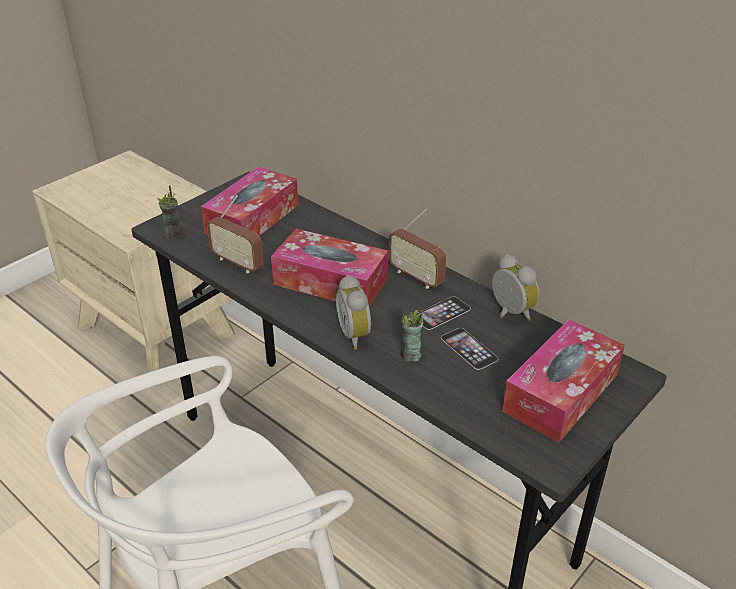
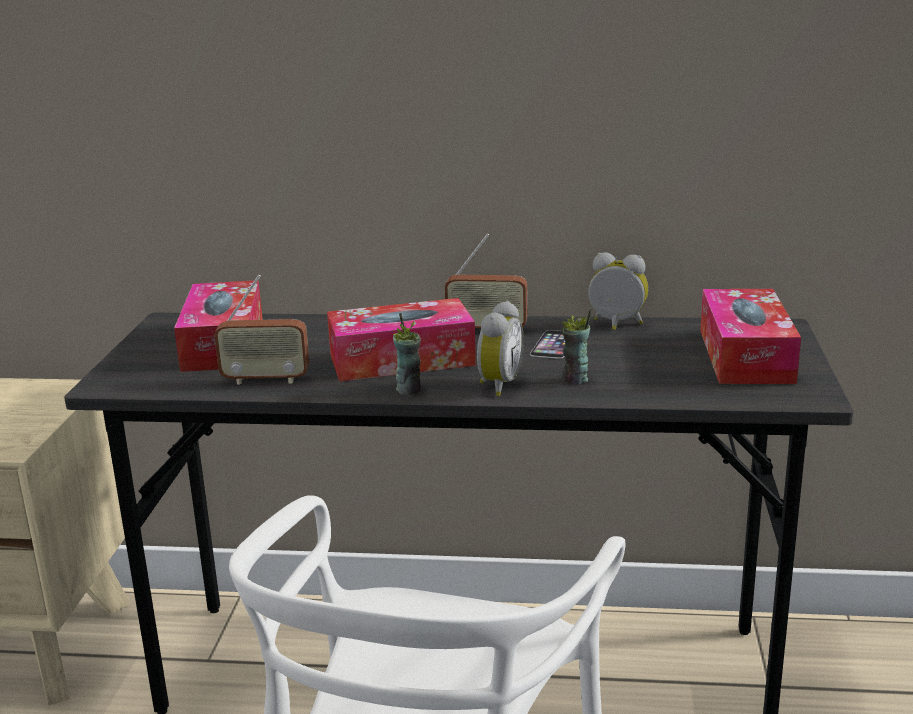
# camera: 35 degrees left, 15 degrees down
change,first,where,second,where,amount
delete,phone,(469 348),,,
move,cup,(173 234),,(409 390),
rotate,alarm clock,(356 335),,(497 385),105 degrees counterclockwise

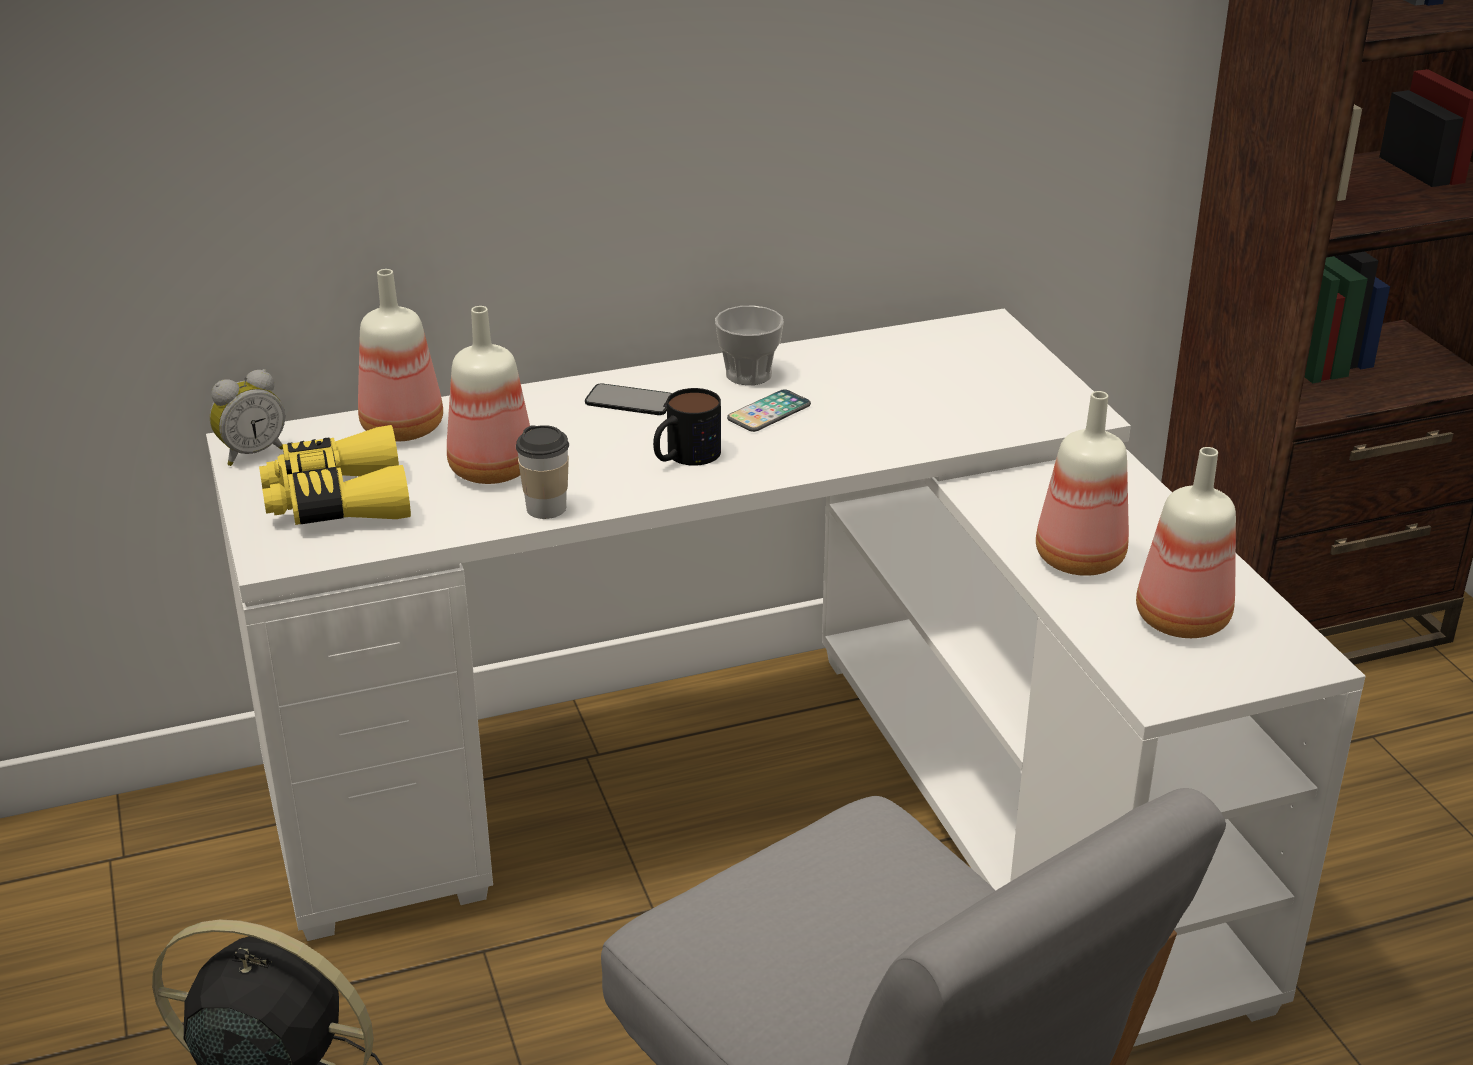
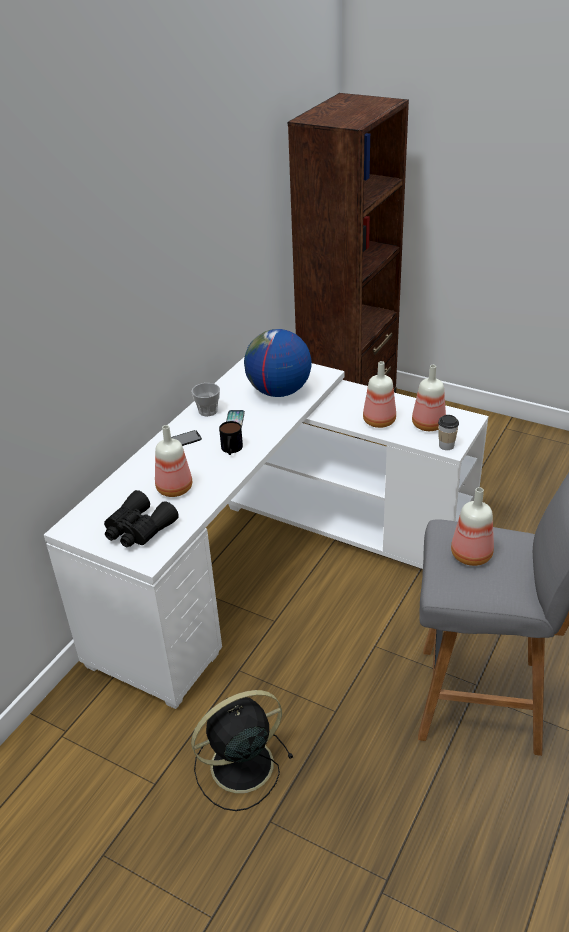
# camera: 40 degrees left, 5 degrees up
change,first,where,second,where,amount
delete,alarm clock,(251 453),,,
insert,,,globe,(279 391),
move,bottle,(403 427),,(470 554),
move,cup,(546 508),,(446 445),
recolor,yellow binoculars,(337 502),black binoculars,(138 530),

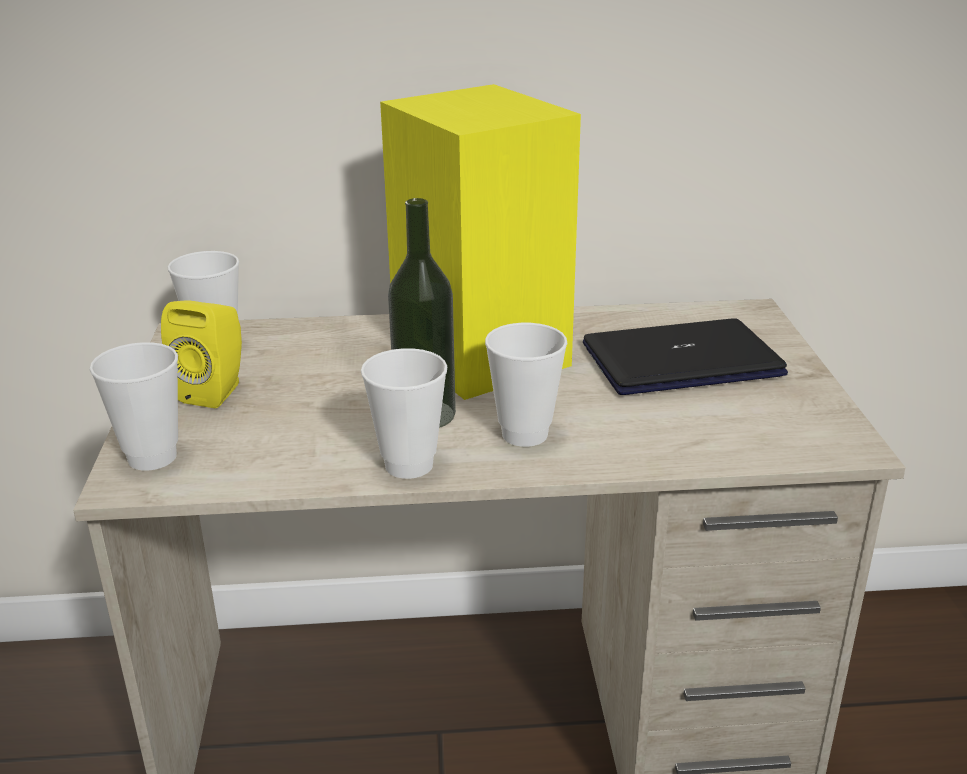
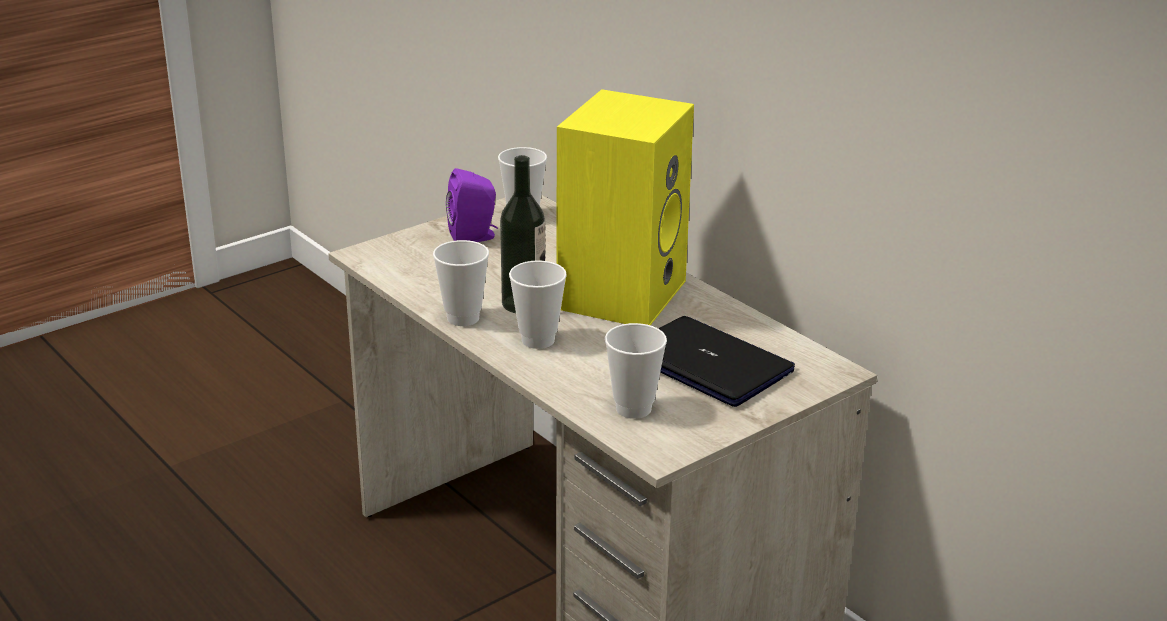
# camera: 55 degrees right, 0 degrees up
change,first,where,second,where,amount
move,cup,(152 457),,(633 409),
recolor,yellow speaker,(215 391),purple speaker,(474 237),

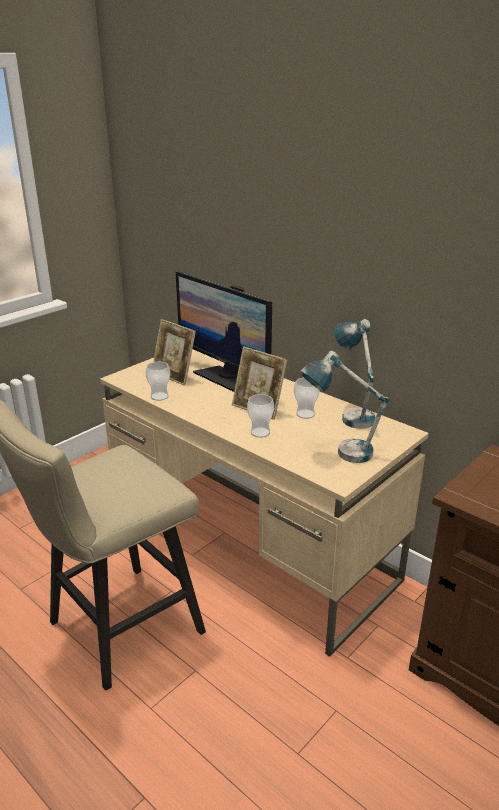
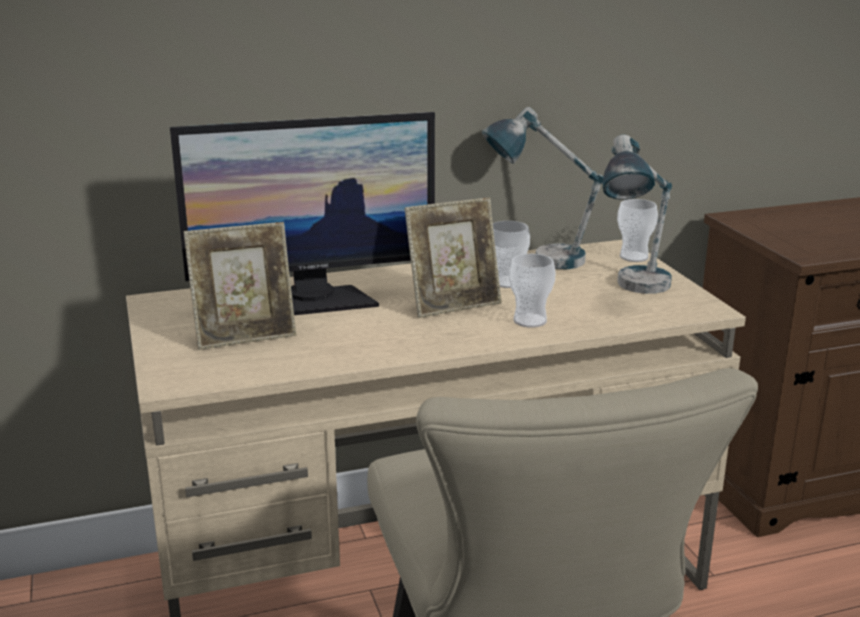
# camera: 60 degrees left, 5 degrees down
change,first,where,second,where,amount
move,cup,(159 396),,(634 257),

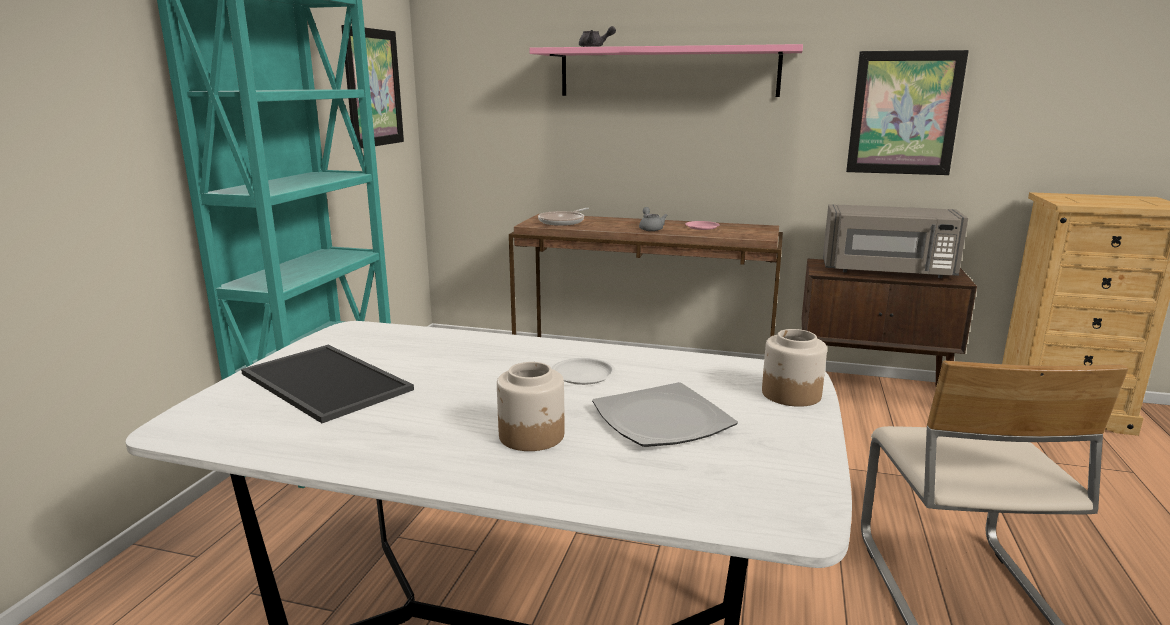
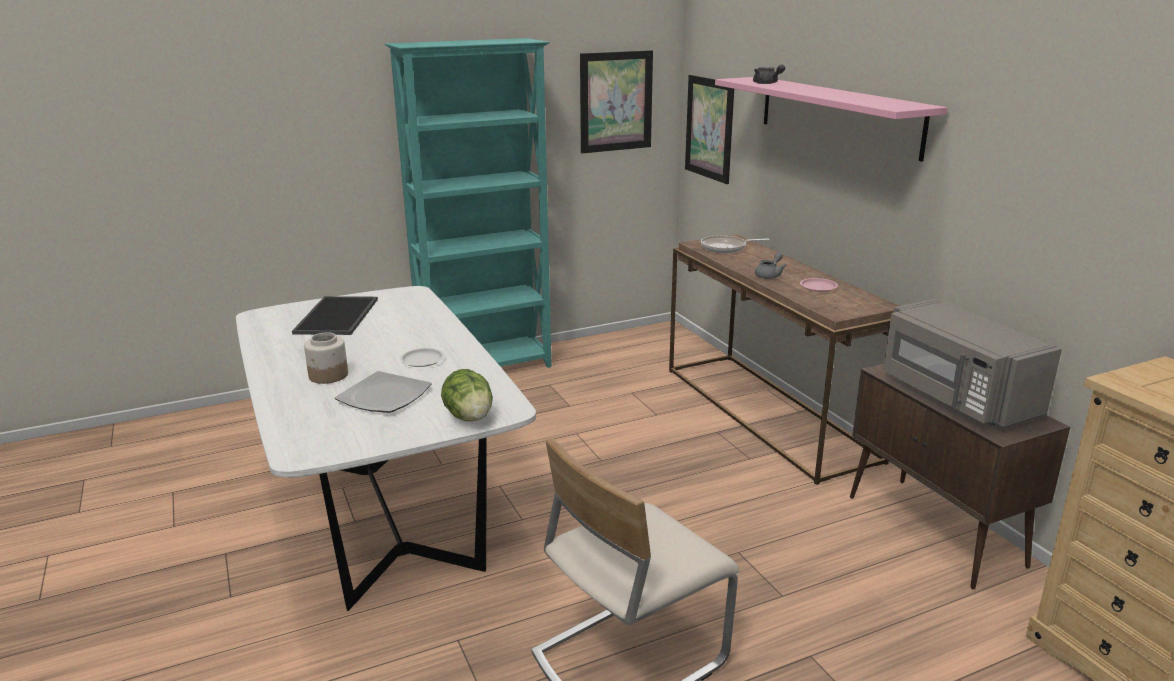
# camera: 50 degrees right, 5 degrees up
change,first,where,second,where,amount
move,picture,(904 113),,(709 128),
replace,jar,(790 394),lettuce,(469 417),

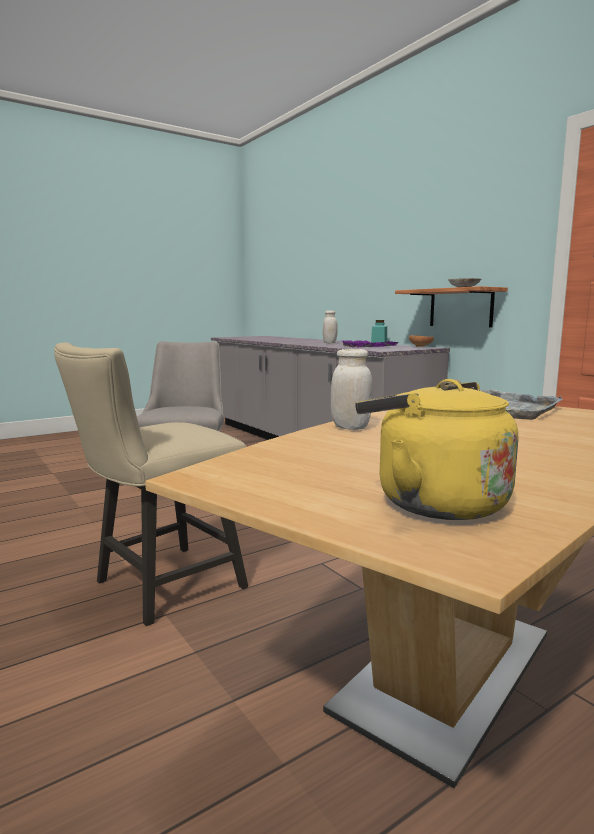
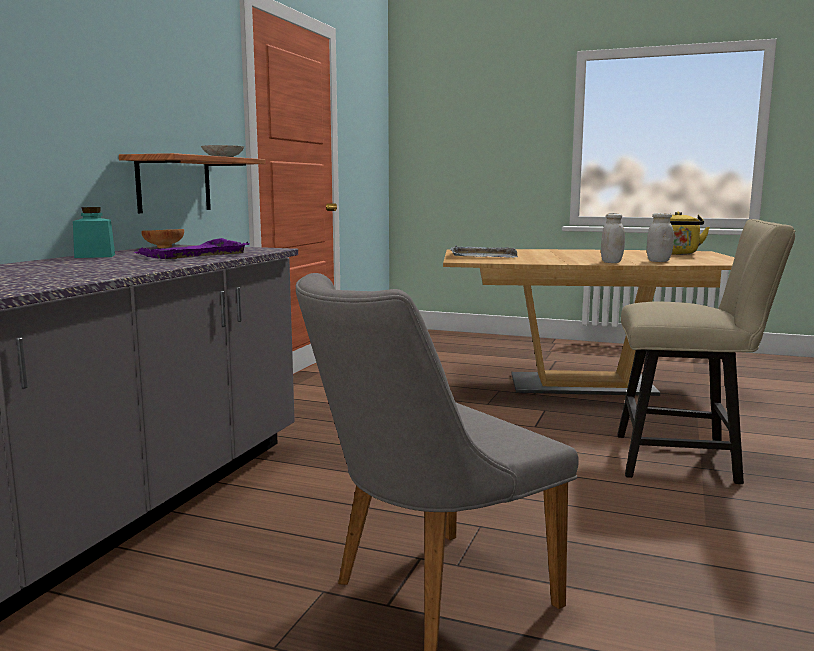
# camera: 125 degrees left, 0 degrees up
change,first,where,second,where,amount
move,white jar,(330 343),,(658 261),

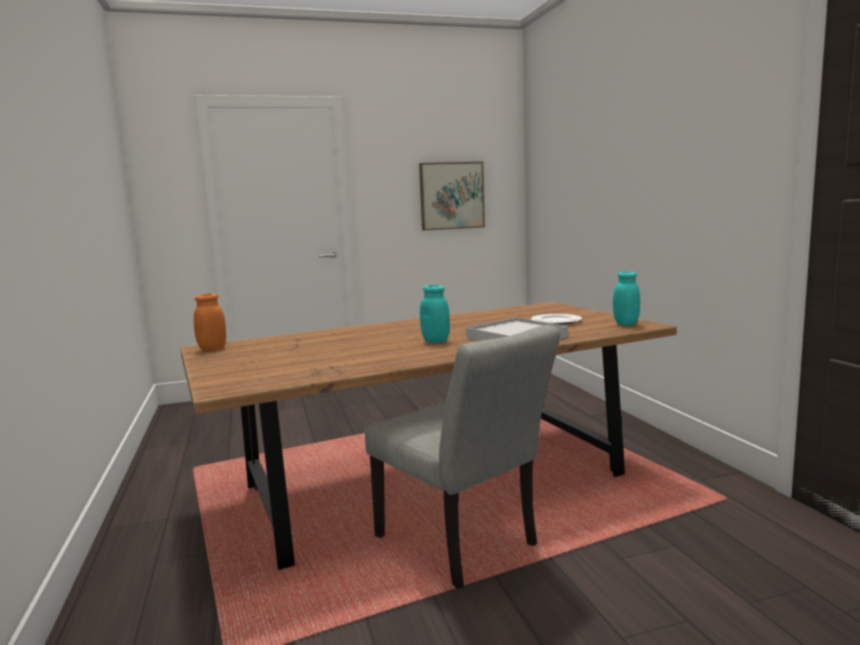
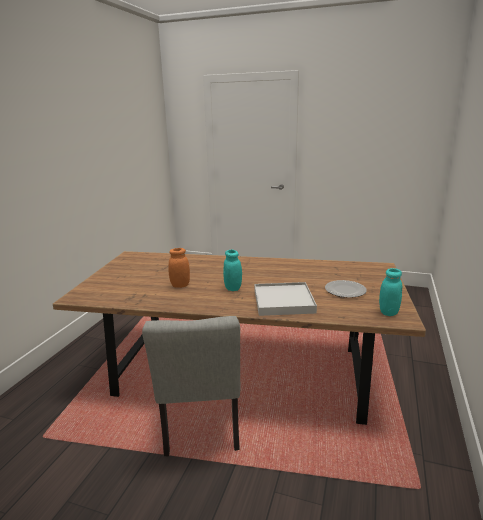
# camera: 35 degrees right, 10 degrees up
change,first,where,second,where,amount
delete,picture,(451 196),,,
move,orange jar,(212 349),,(180 285),

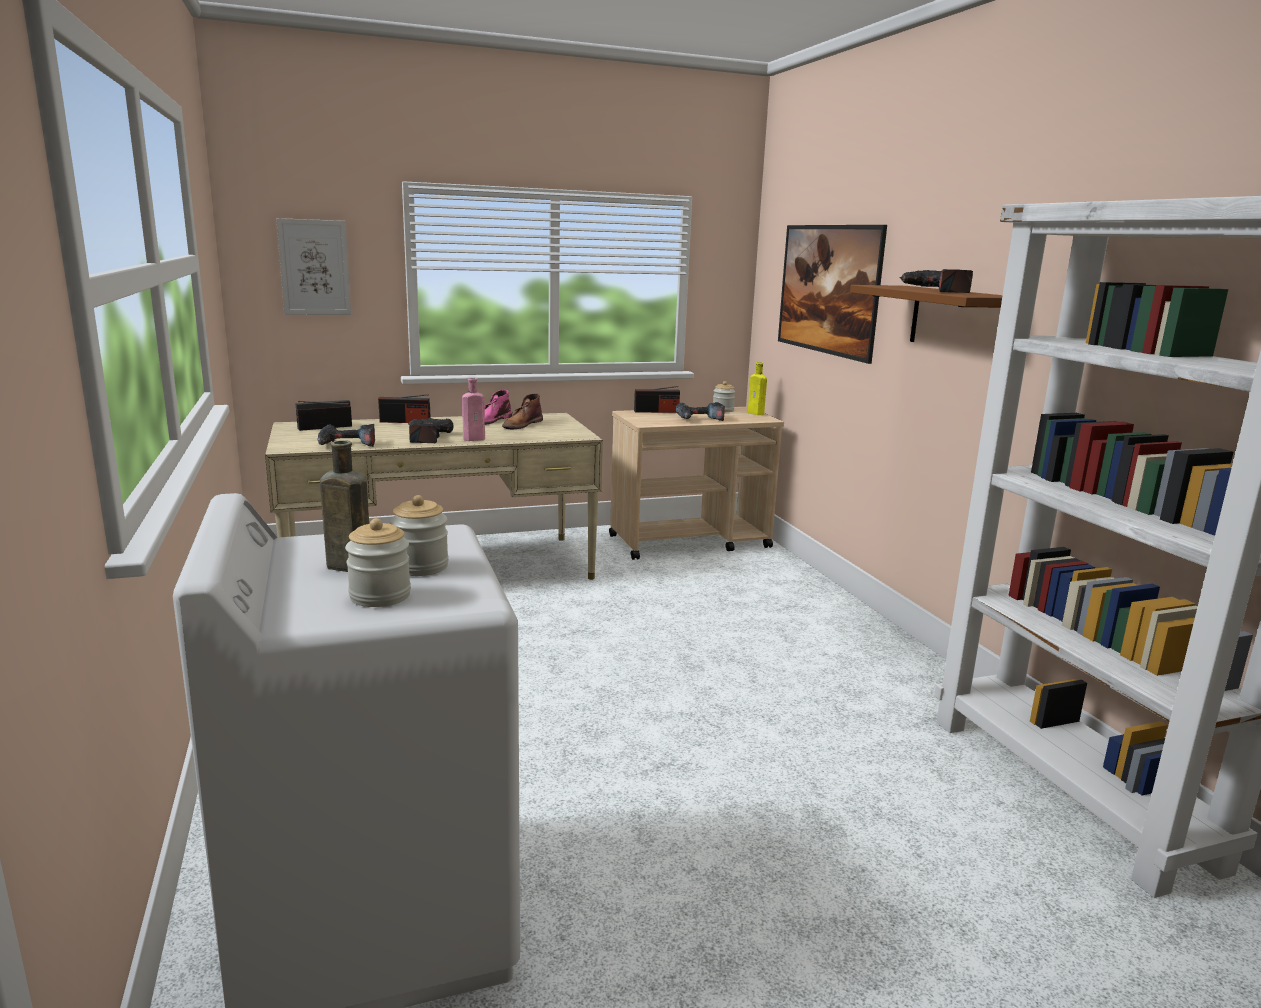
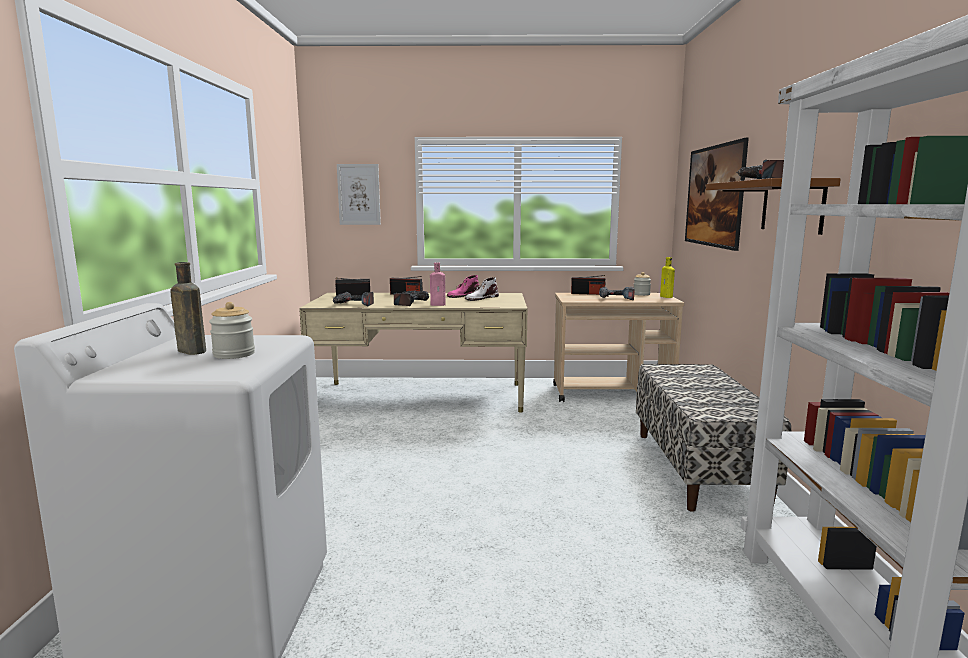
# camera: 20 degrees right, 5 degrees down
change,first,where,second,where,amount
delete,jar,(380 596),,,
insert,,,bench,(698 468),
recolor,brown boot,(522 424),white boot,(481 298),

